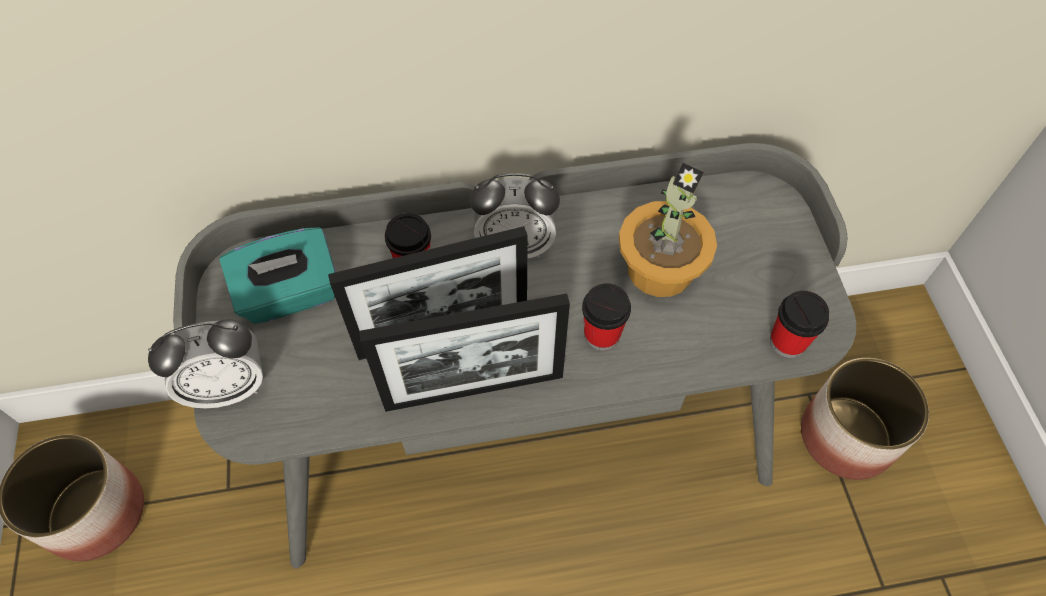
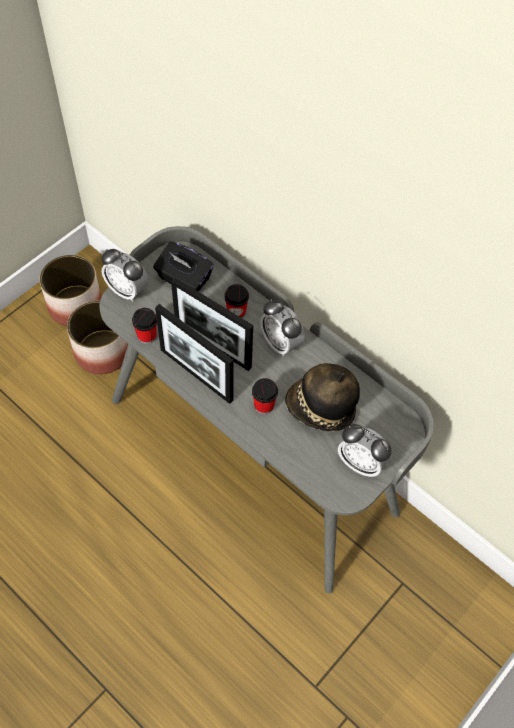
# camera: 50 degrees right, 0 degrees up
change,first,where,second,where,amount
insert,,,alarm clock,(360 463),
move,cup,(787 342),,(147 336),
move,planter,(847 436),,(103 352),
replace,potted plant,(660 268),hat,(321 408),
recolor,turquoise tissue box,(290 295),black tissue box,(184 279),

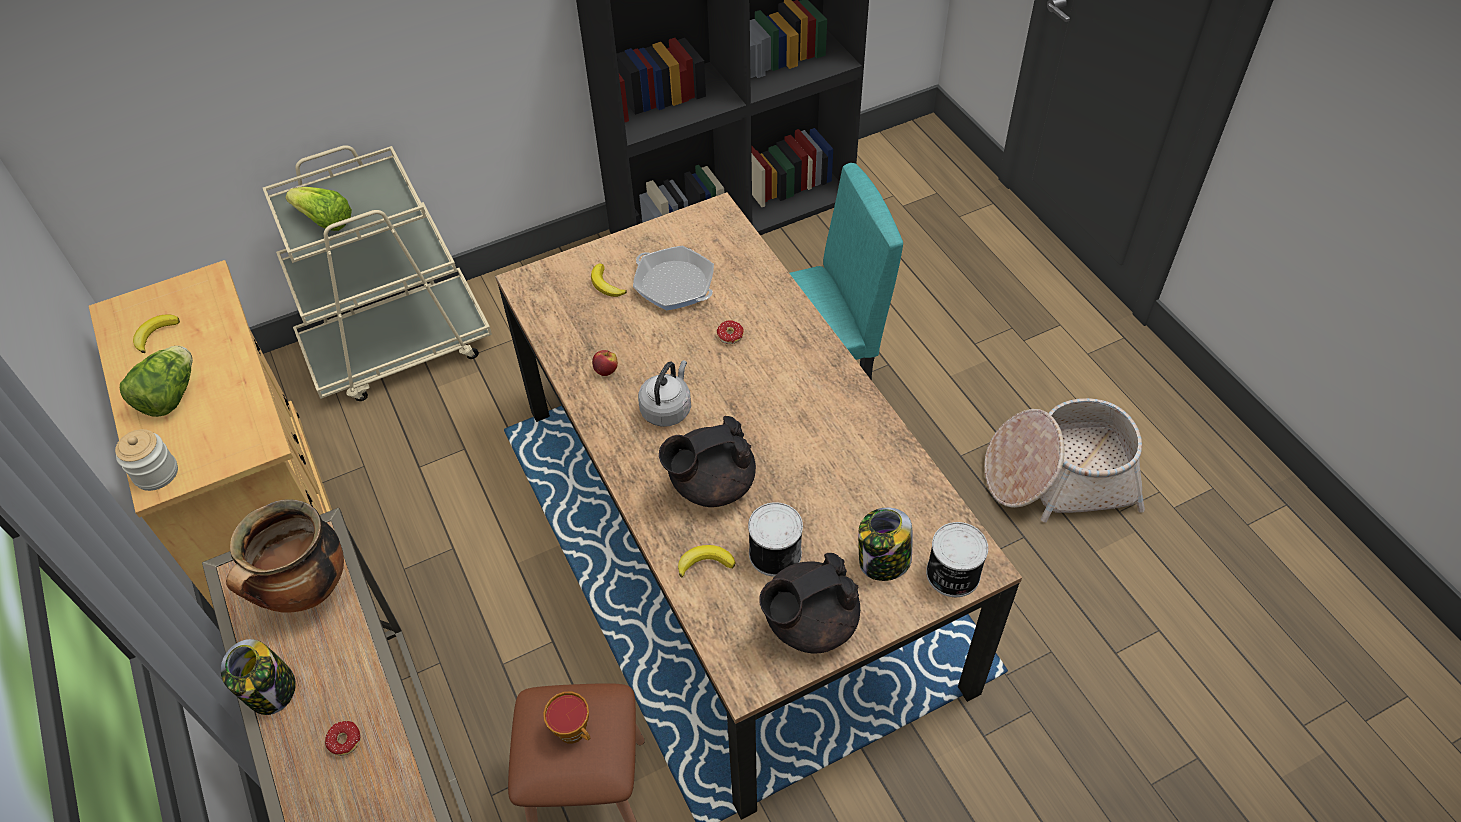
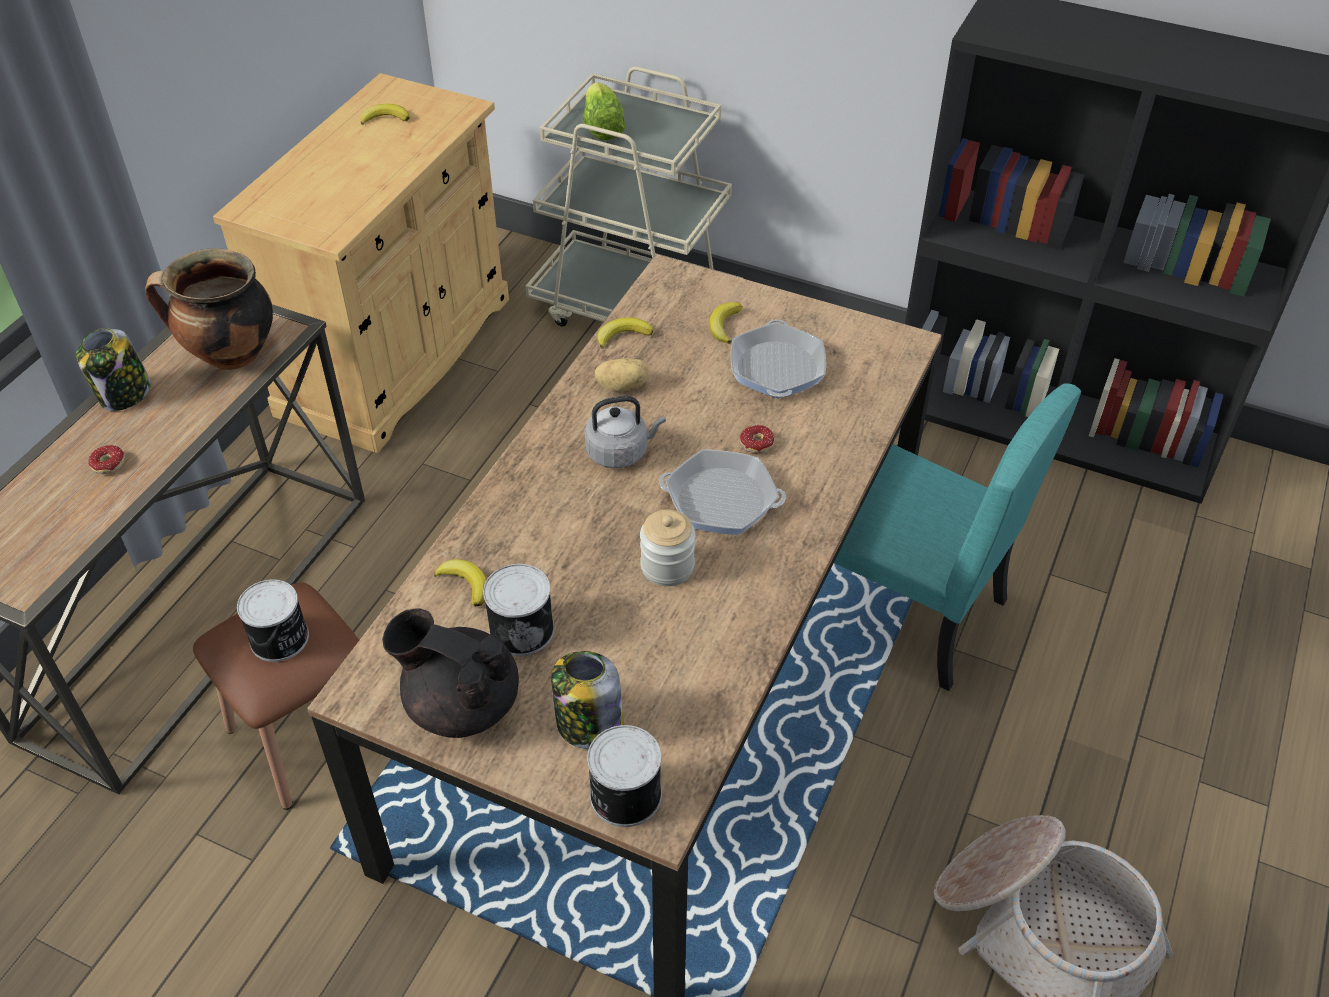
# camera: 50 degrees right, 5 degrees down
change,first,where,second,where,amount
delete,lettuce,(170 396),,,
delete,black teapot,(710 484),,,
insert,,,banana,(623 335),
insert,,,frying pan,(721 500),
move,jar,(156 473),,(667 566),
replace,cup,(575 732),can,(280 639),
replace,apple,(606 370),potato,(622 385),

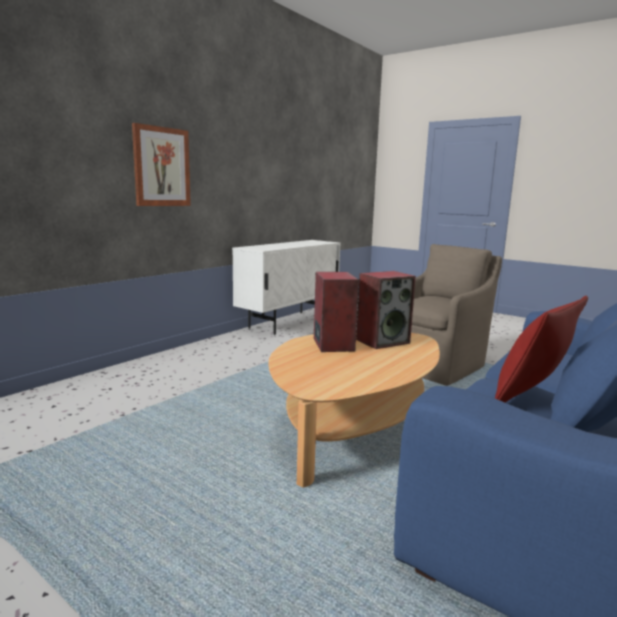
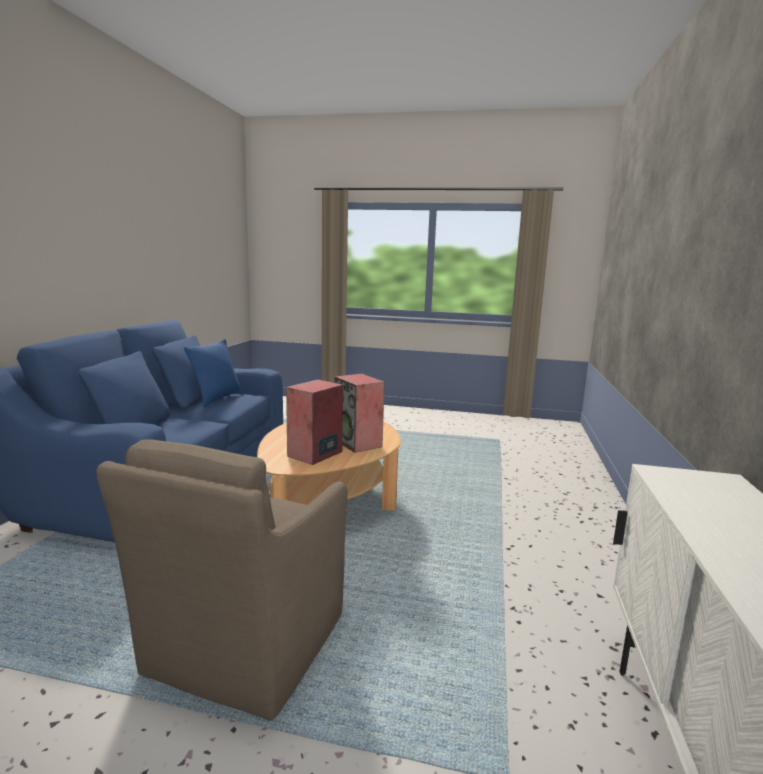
# camera: 155 degrees right, 0 degrees up
change,first,where,second,where,amount
delete,picture,(161 167),,,
recolor,red pillow,(529 401),blue pillow,(217 398),

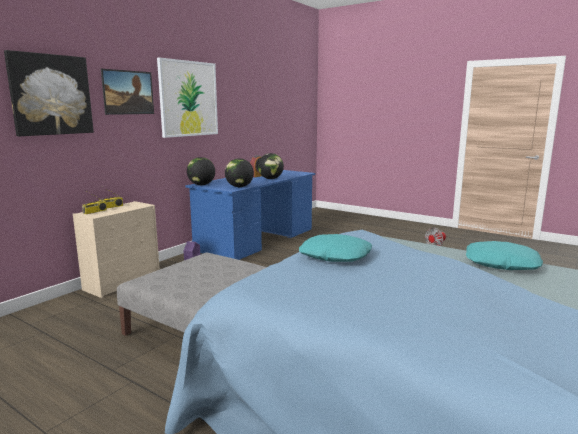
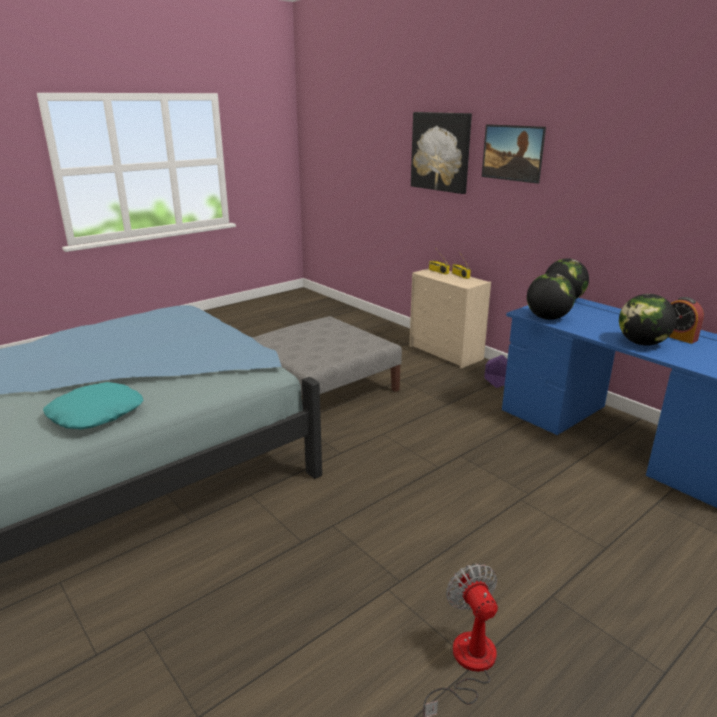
# camera: 105 degrees right, 10 degrees up
change,first,where,second,where,amount
delete,picture,(188 99),,,
delete,turquoise pillow,(335 256),,,

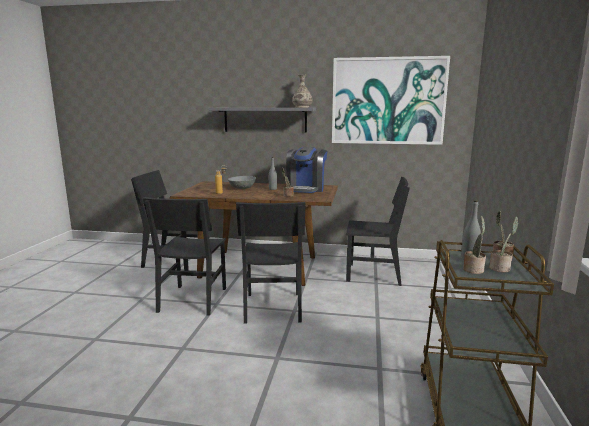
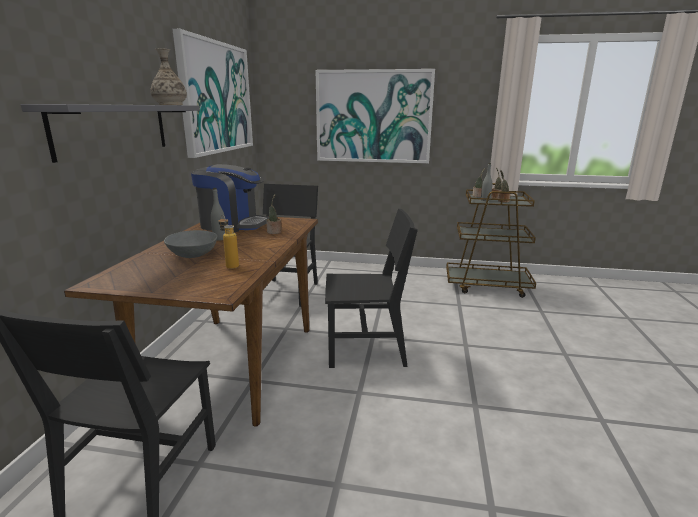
# camera: 90 degrees left, 5 degrees up
change,first,where,second,where,amount
delete,black chair,(193 299),,,
insert,,,picture,(373 117),

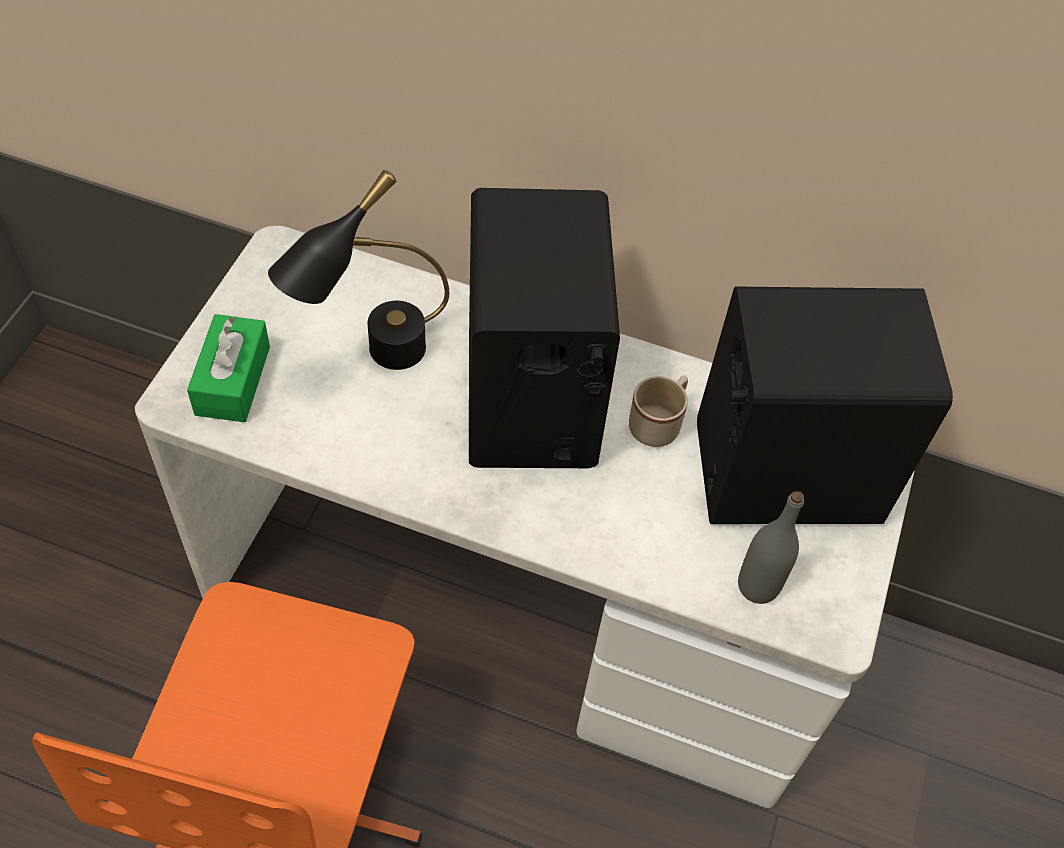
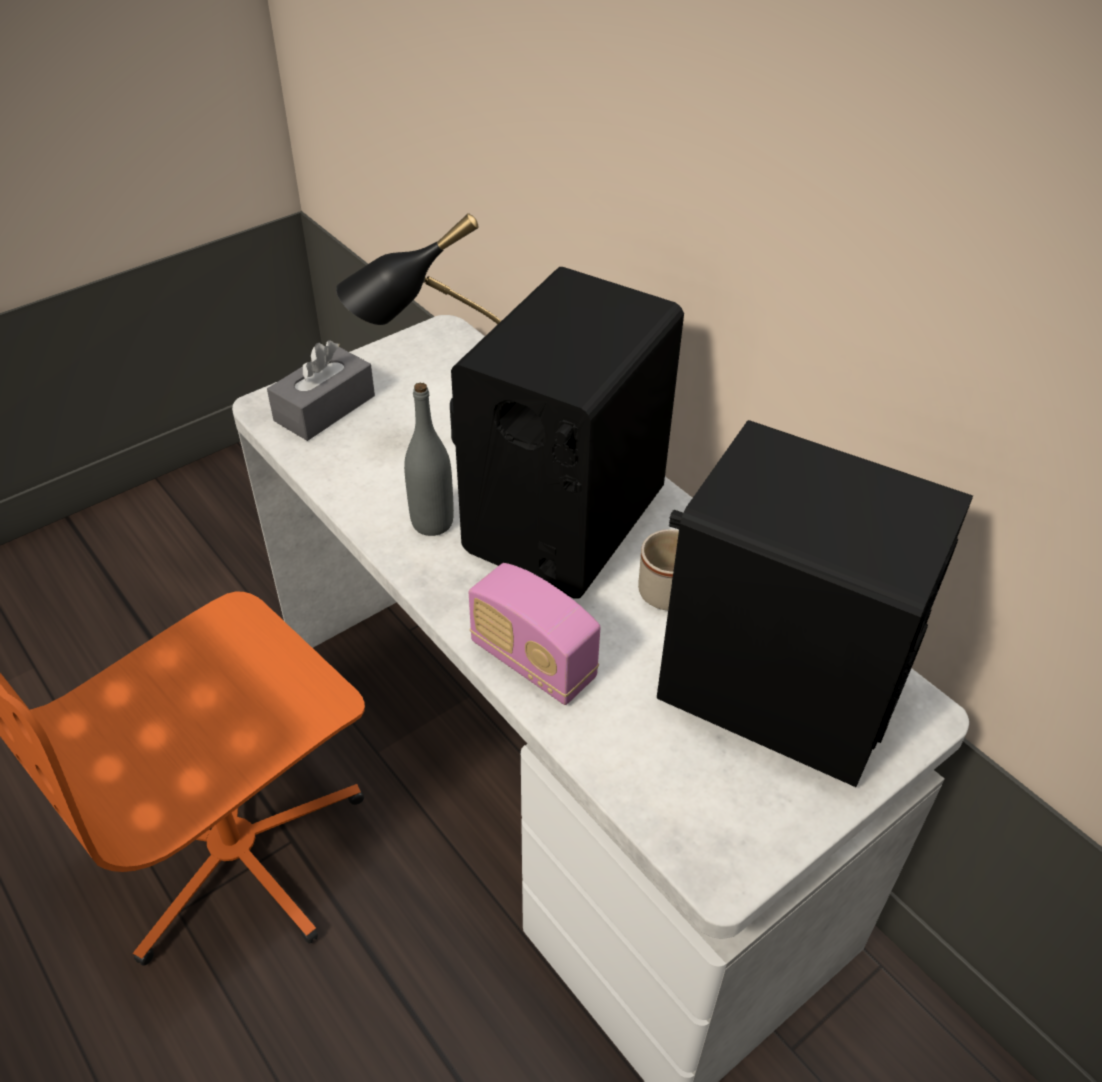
# camera: 35 degrees right, 10 degrees down
change,first,where,second,where,amount
insert,,,radio,(533 661),
move,grey bottle,(758 586),,(432 522),
recolor,green tissue box,(233 380),grey tissue box,(325 408),

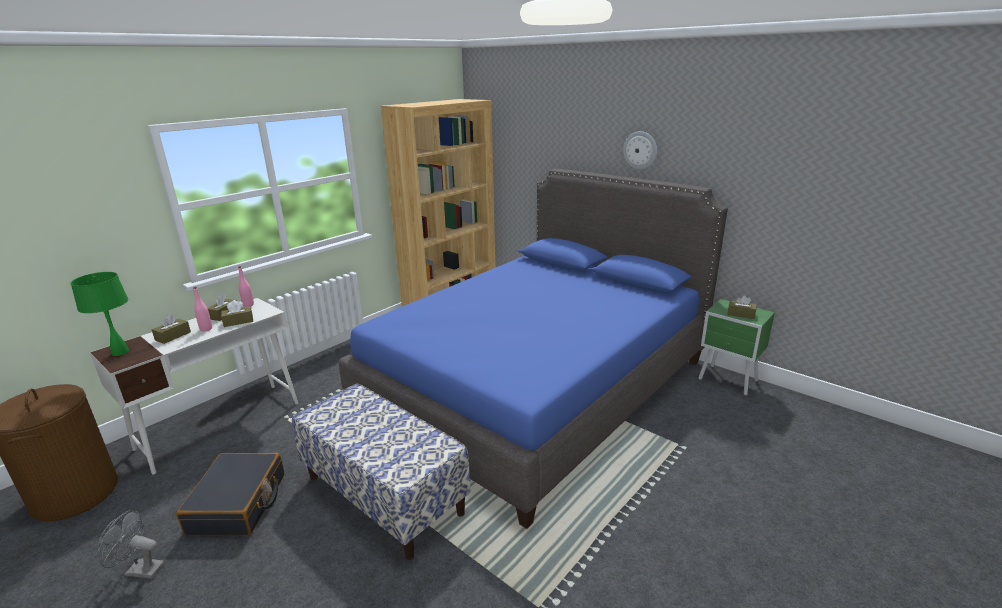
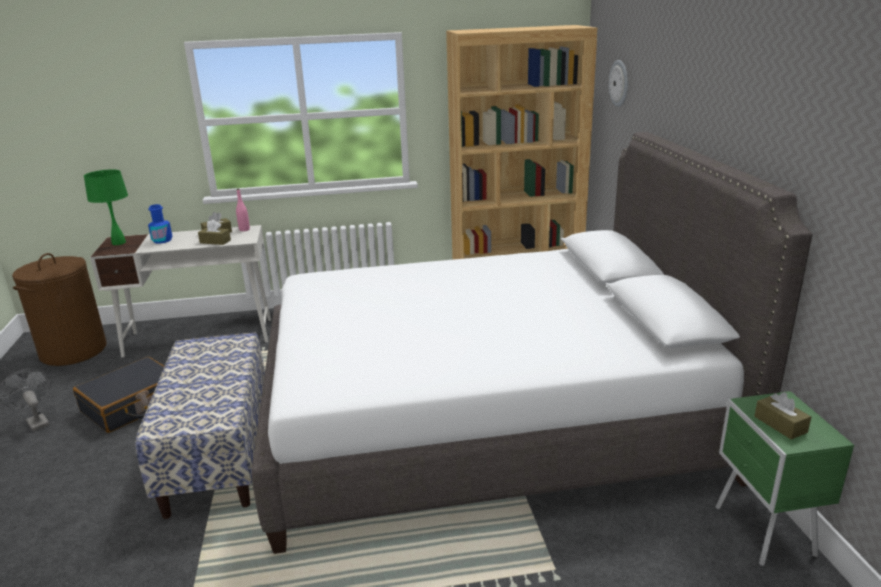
# camera: 40 degrees right, 0 degrees up
change,first,where,second,where,amount
delete,pink bottle,(206 329),,,
move,wall clock,(640 150),,(619 83),
replace,brown tissue box,(173 336),blue bottle,(162 240),
recolor,blue bed,(537 387),white bed,(486 419),

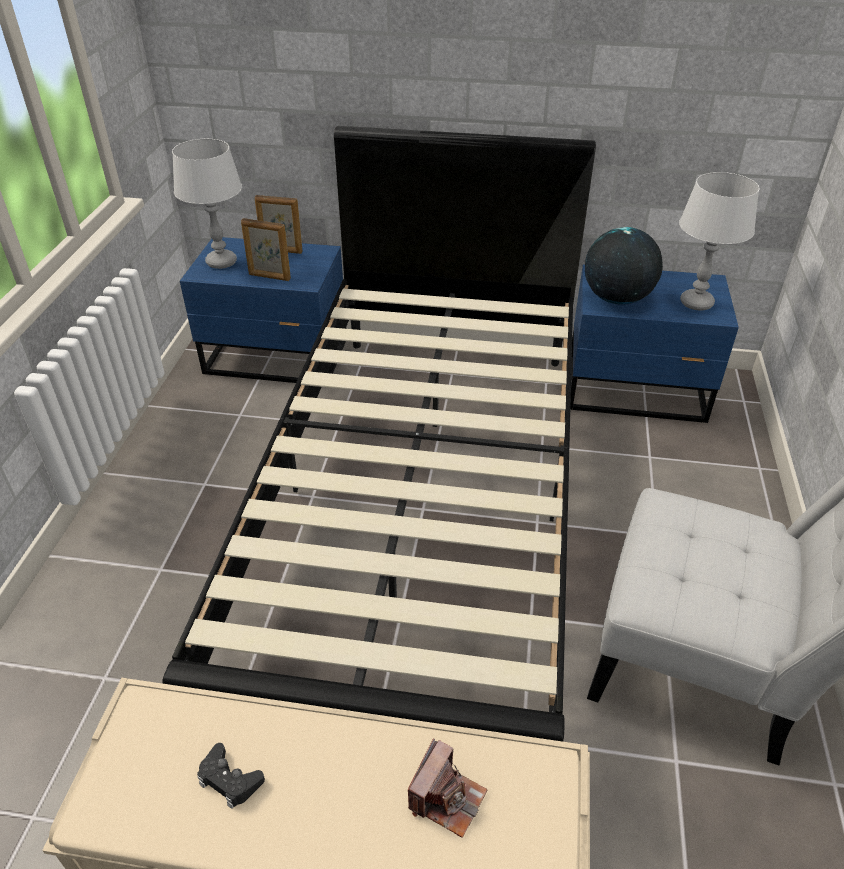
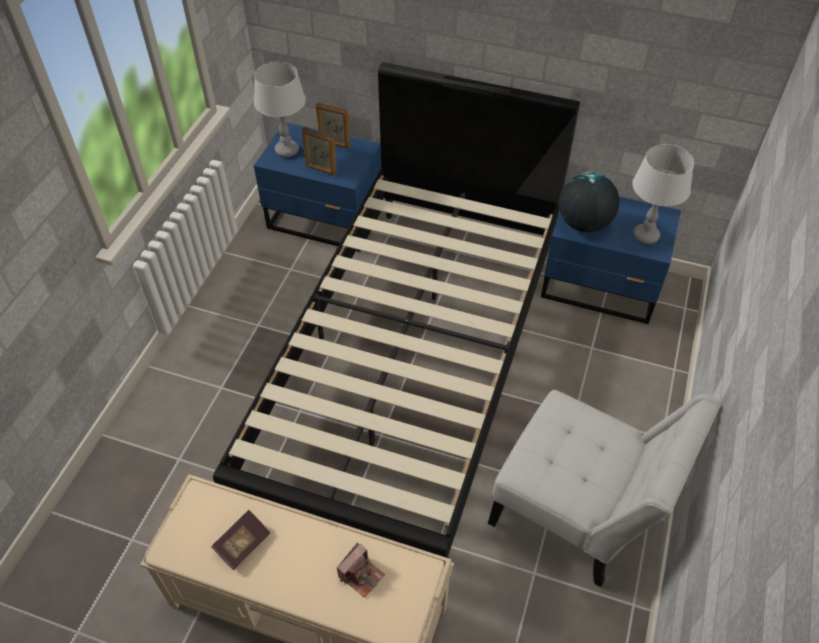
# camera: 10 degrees right, 10 degrees up
change,first,where,second,where,amount
replace,black game controller,(229 780),book,(243 544),

